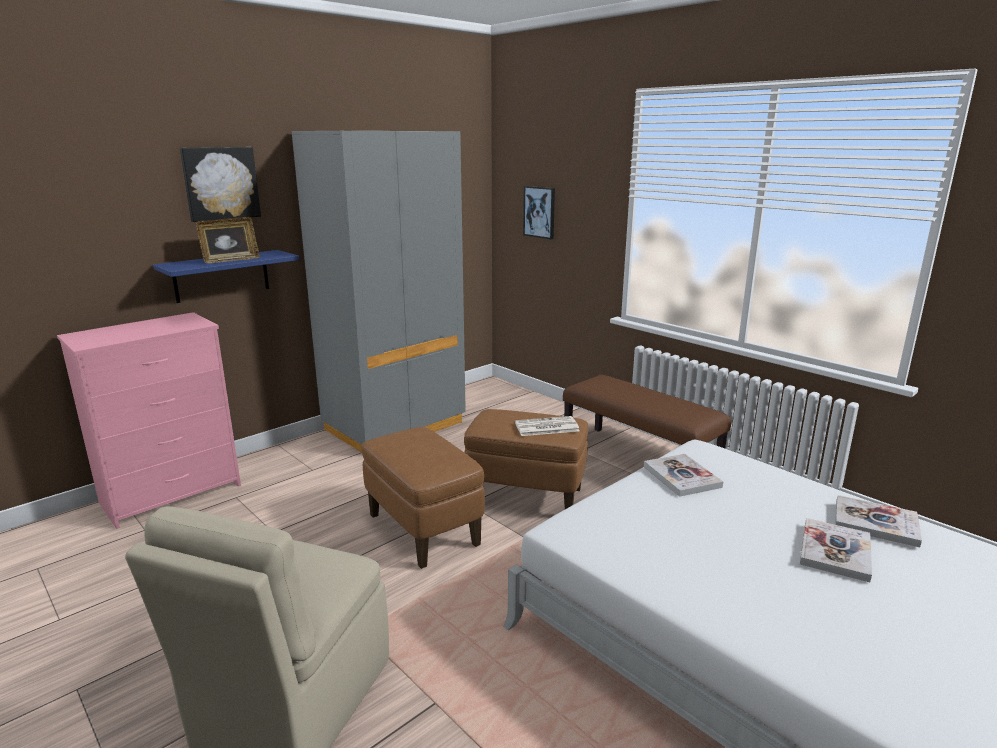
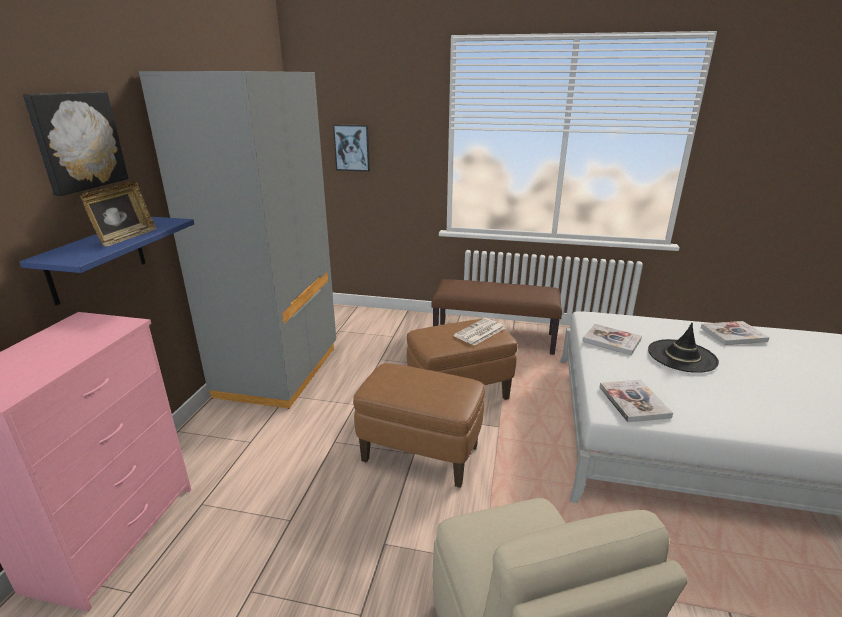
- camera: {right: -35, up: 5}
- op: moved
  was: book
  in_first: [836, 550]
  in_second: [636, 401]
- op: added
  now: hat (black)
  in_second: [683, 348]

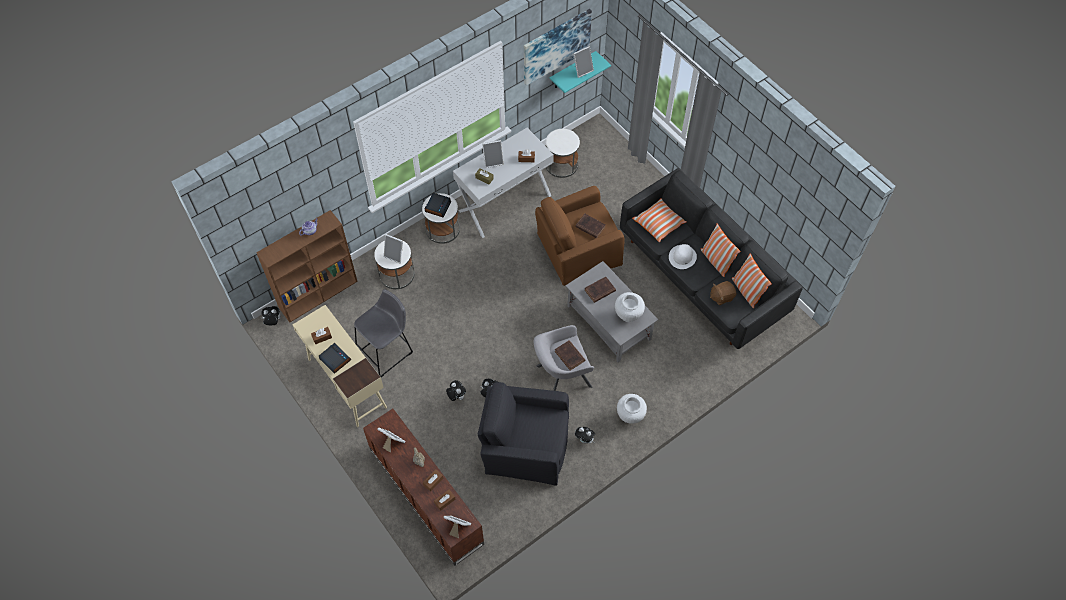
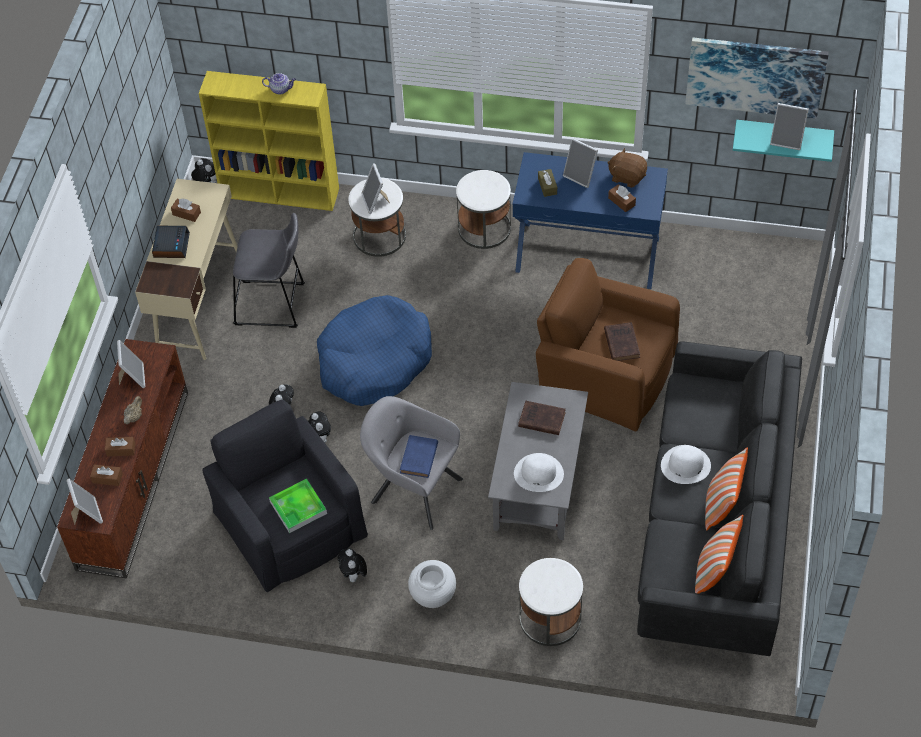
- camera: {right: 50, up: -5}
- op: recoloured
  was: bookcase (brown)
  now: bookcase (yellow)
  in_first: [307, 266]
  in_second: [269, 141]
- op: added
  now: tray
  in_second: [298, 506]
- op: added
  now: dog bed (blue)
  in_second: [374, 350]
- op: recoloured
  was: book (brown)
  now: book (blue)
  in_first: [569, 355]
  in_second: [419, 456]
- op: recoloured
  was: console table (white)
  now: console table (blue)
  in_first: [503, 183]
  in_second: [590, 220]
- op: replaced
  was: vase (white)
  now: hat (white)
  in_first: [630, 307]
  in_second: [539, 472]
- op: moved
  was: side table (white)
  in_first: [563, 153]
  in_second: [551, 602]
- op: moved
  was: plush toy (brown)
  in_first: [723, 293]
  in_second: [627, 168]
- op: removed
  was: alarm clock
  in_first: [438, 205]
- op: removed
  was: pillow
  in_first: [659, 220]

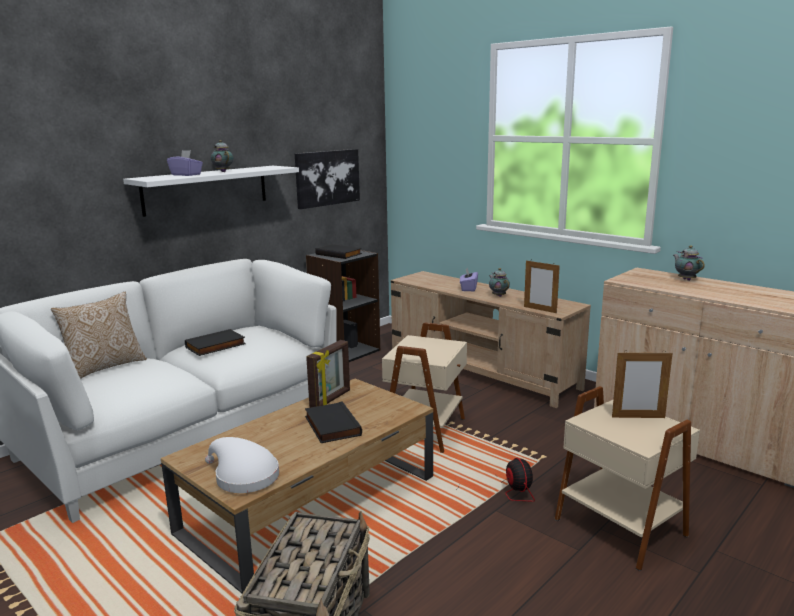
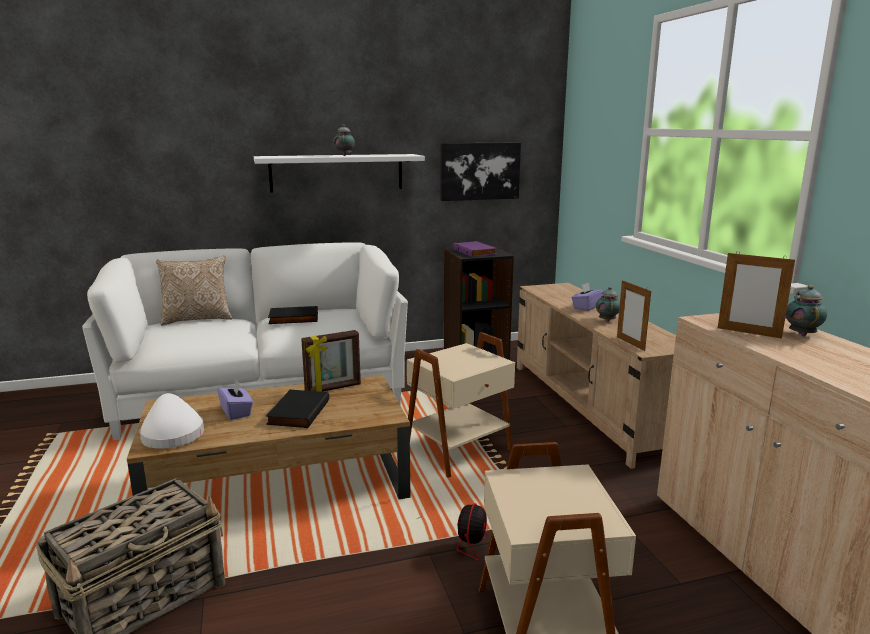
- camera: {right: 30, up: 0}
- op: moved
  was: tissue box (purple)
  in_first: [185, 163]
  in_second: [235, 399]
- op: recoloured
  was: book (black)
  now: book (purple)
  in_first: [338, 251]
  in_second: [474, 249]
- op: moved
  was: picture frame
  in_first: [642, 384]
  in_second: [756, 294]

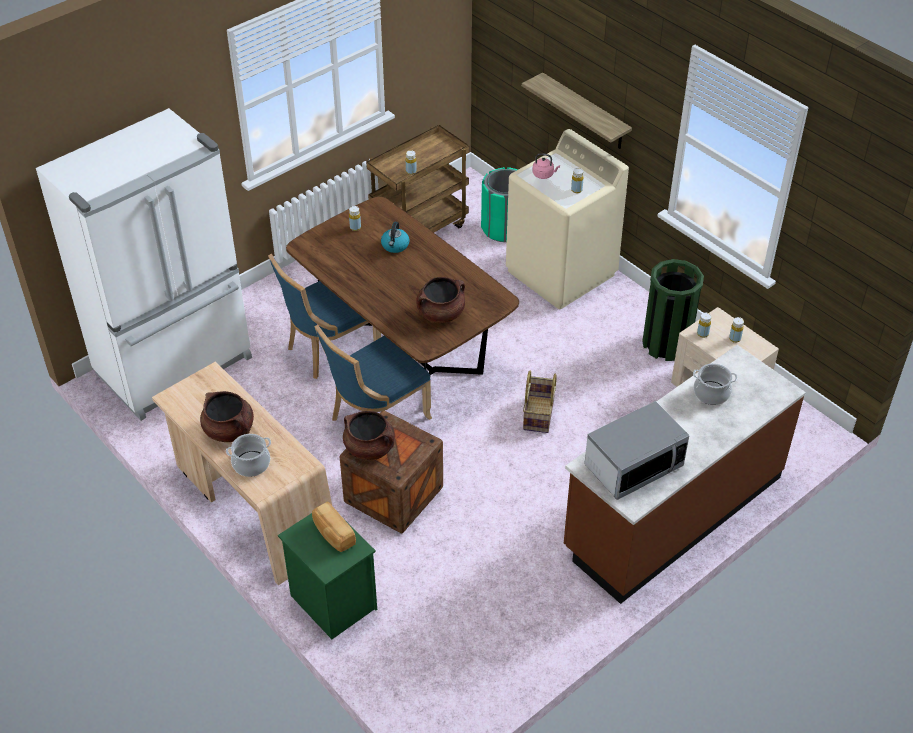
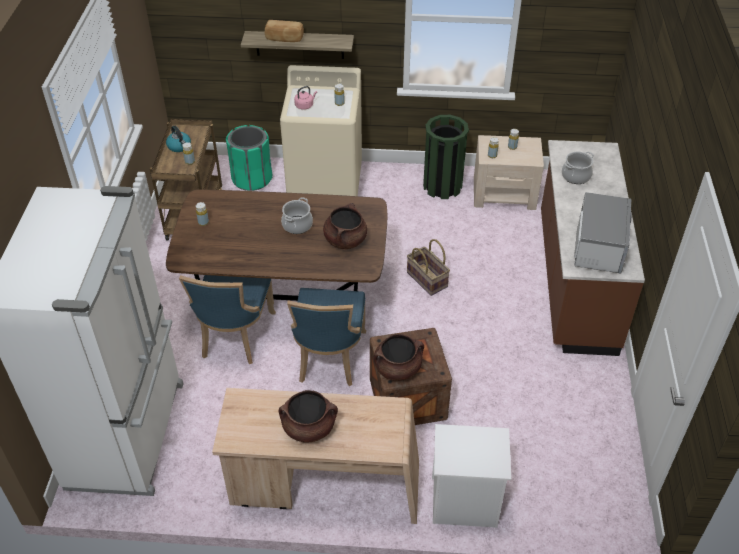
- camera: {right: -45, up: 0}
- op: moved
  was: kettle
  in_first: [395, 237]
  in_second: [178, 139]
- op: moved
  was: bread
  in_first: [334, 526]
  in_second: [284, 31]
- op: moved
  was: cooking pot
  in_first: [248, 455]
  in_second: [297, 215]
- op: recoloured
  was: nightstand (green)
  now: nightstand (white)
  in_first: [327, 576]
  in_second: [471, 476]

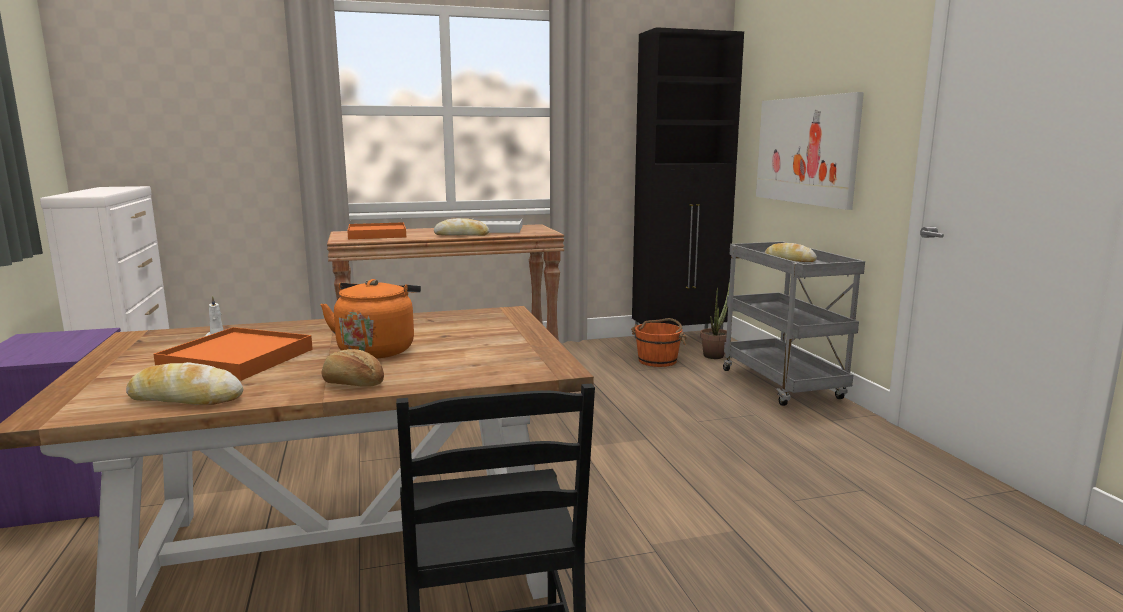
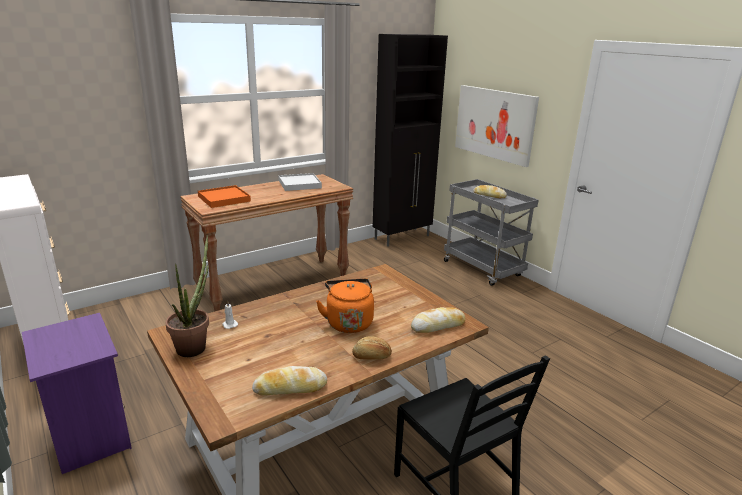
- camera: {right: -20, up: 10}
- op: moved
  was: potted plant
  in_first: [715, 319]
  in_second: [187, 296]
- op: moved
  was: bread
  in_first: [461, 227]
  in_second: [438, 320]
- op: removed
  was: tray (orange)
  in_first: [233, 354]
- op: removed
  was: bucket (orange)
  in_first: [659, 342]

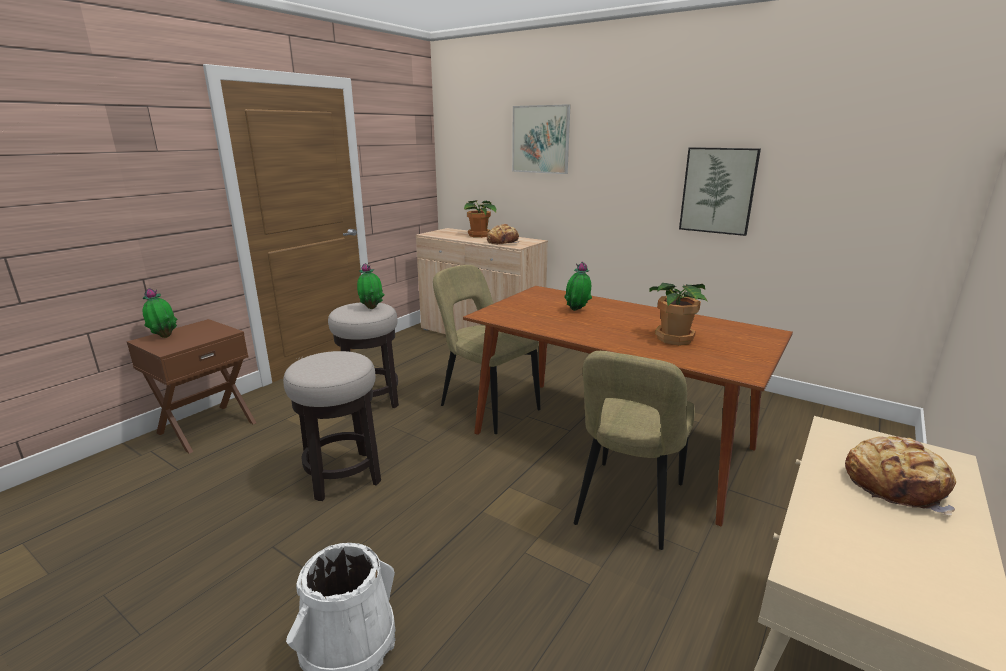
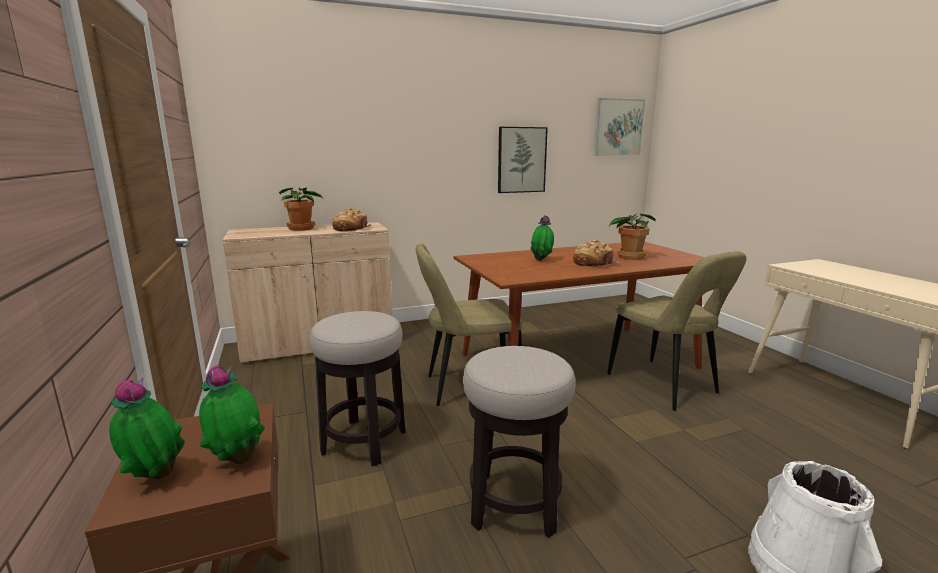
- camera: {right: -55, up: -5}
- op: moved
  was: potted plant
  in_first: [370, 286]
  in_second: [232, 414]
- op: moved
  was: bread
  in_first: [900, 476]
  in_second: [596, 254]
- op: moved
  was: picture
  in_first: [541, 139]
  in_second: [619, 127]

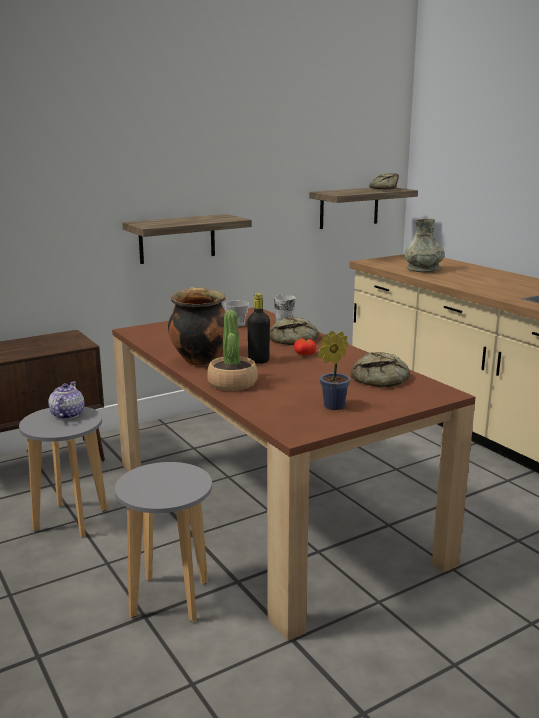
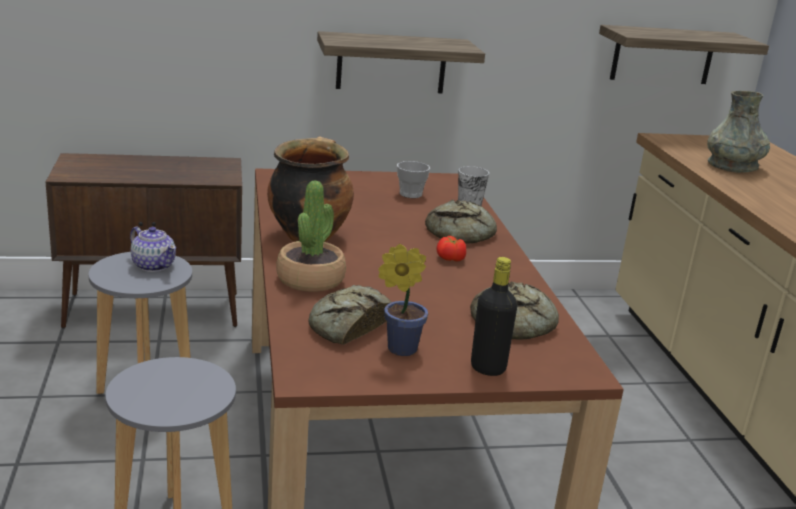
- camera: {right: 20, up: 5}
- op: turned
  was: teapot
  in_first: [66, 400]
  in_second: [153, 249]
  clockwise: 105
- op: moved
  was: bread
  in_first: [384, 181]
  in_second: [350, 315]
- op: moved
  was: bottle (black)
  in_first: [258, 328]
  in_second: [494, 316]

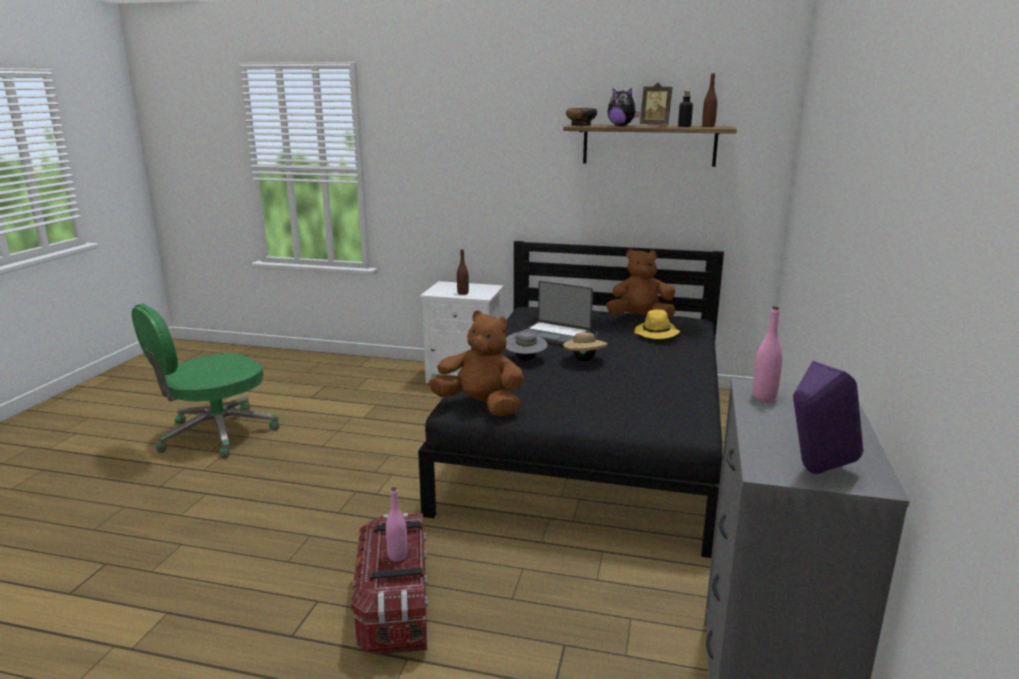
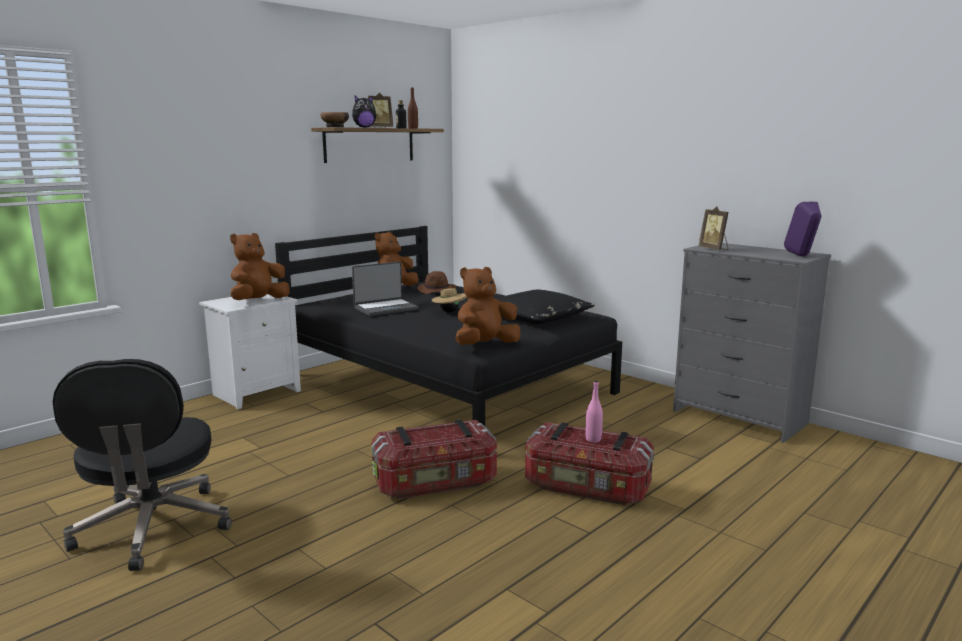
- camera: {right: -60, up: -5}
- op: recoloured
  was: office chair (green)
  now: office chair (black)
  in_first: [205, 380]
  in_second: [142, 465]
- op: replaced
  was: bottle (brown)
  now: plush toy (brown)
  in_first: [463, 272]
  in_second: [260, 266]
- op: added
  now: storage box
  in_second: [434, 459]
- op: recoloured
  was: hat (yellow)
  now: hat (brown)
  in_first: [657, 324]
  in_second: [436, 282]
- op: added
  now: pillow (black)
  in_second: [545, 307]
- op: replaced
  was: bottle (pink)
  now: picture frame
  in_first: [767, 353]
  in_second: [714, 228]
- op: removed
  was: hat (grey)
  in_first: [526, 345]

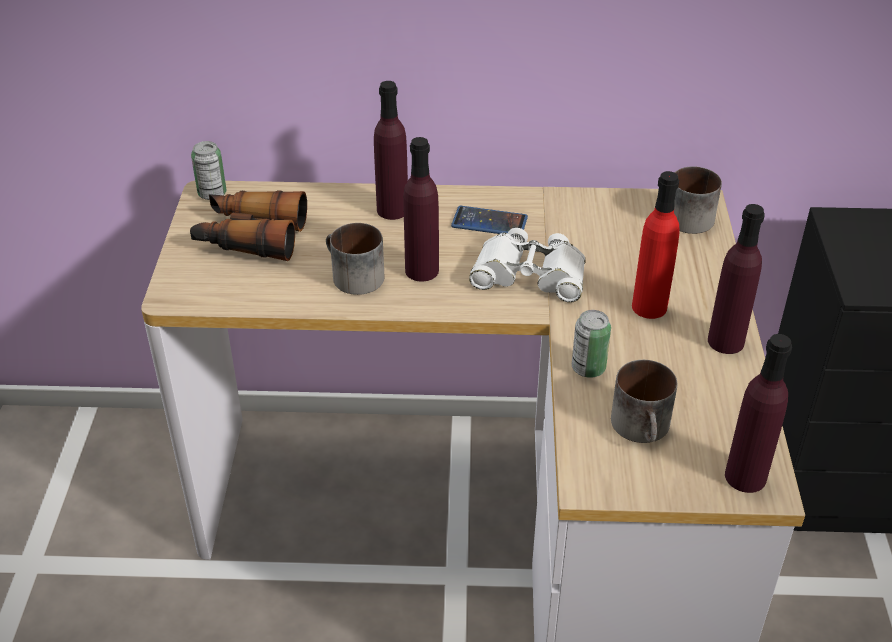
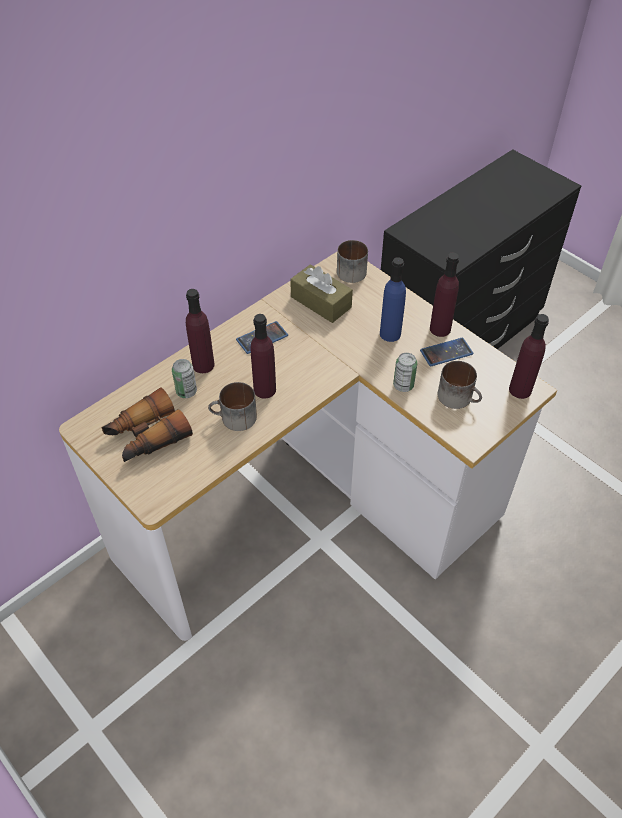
- camera: {right: -45, up: 10}
- op: moved
  was: can
  in_first: [208, 170]
  in_second: [184, 378]
- op: added
  now: tissue box (brown)
  in_second: [321, 293]
- op: recoloured
  was: bottle (red)
  now: bottle (blue)
  in_first: [656, 245]
  in_second: [393, 299]
- op: added
  now: phone
  in_second: [446, 352]
- op: removed
  was: binoculars (white)
  in_first: [527, 265]

